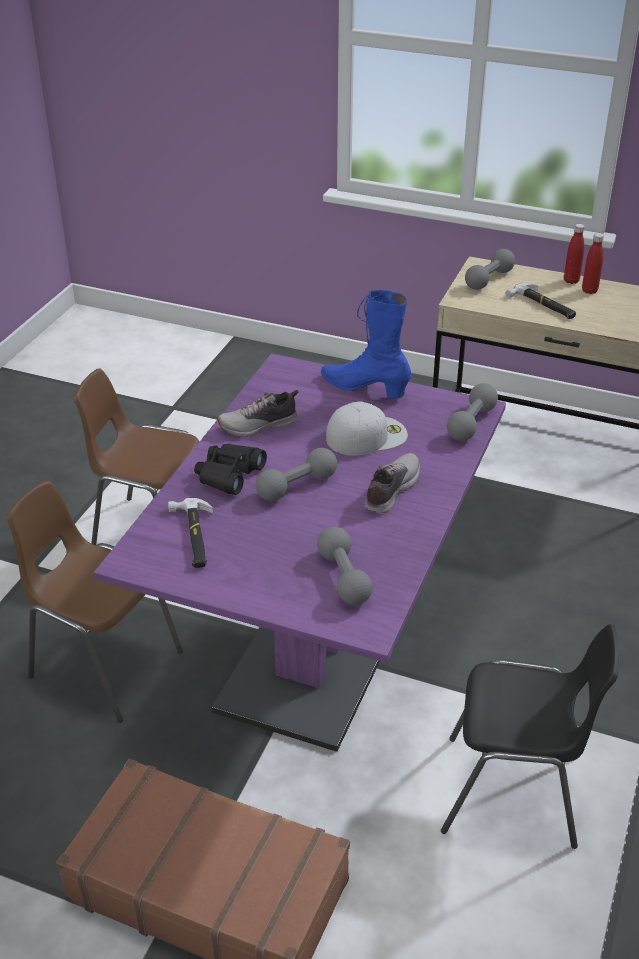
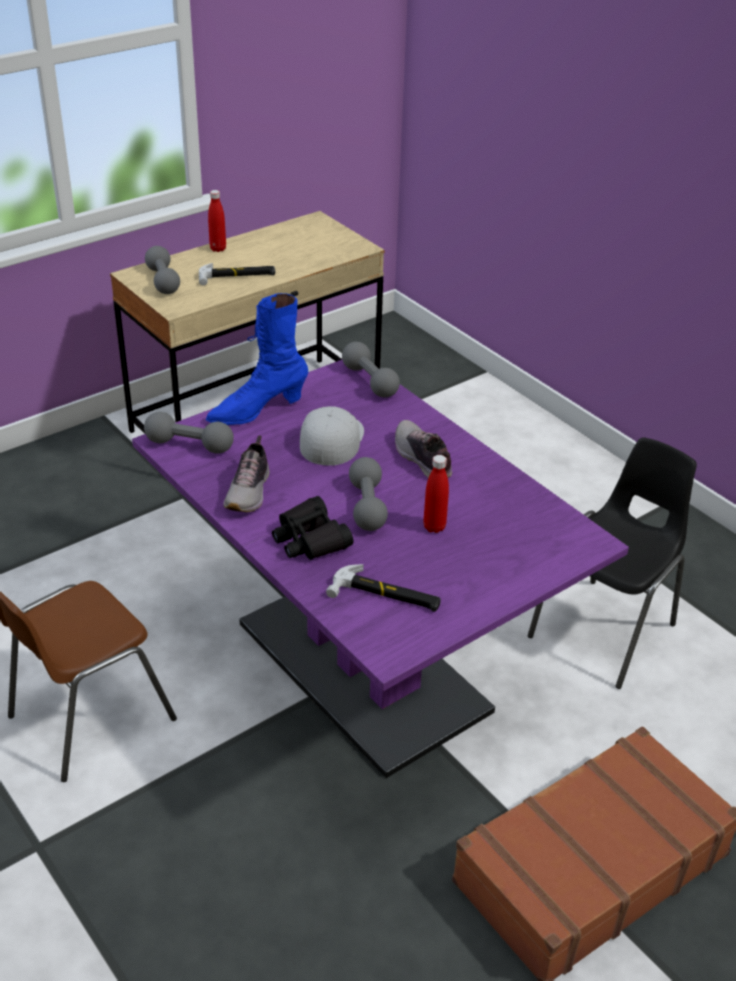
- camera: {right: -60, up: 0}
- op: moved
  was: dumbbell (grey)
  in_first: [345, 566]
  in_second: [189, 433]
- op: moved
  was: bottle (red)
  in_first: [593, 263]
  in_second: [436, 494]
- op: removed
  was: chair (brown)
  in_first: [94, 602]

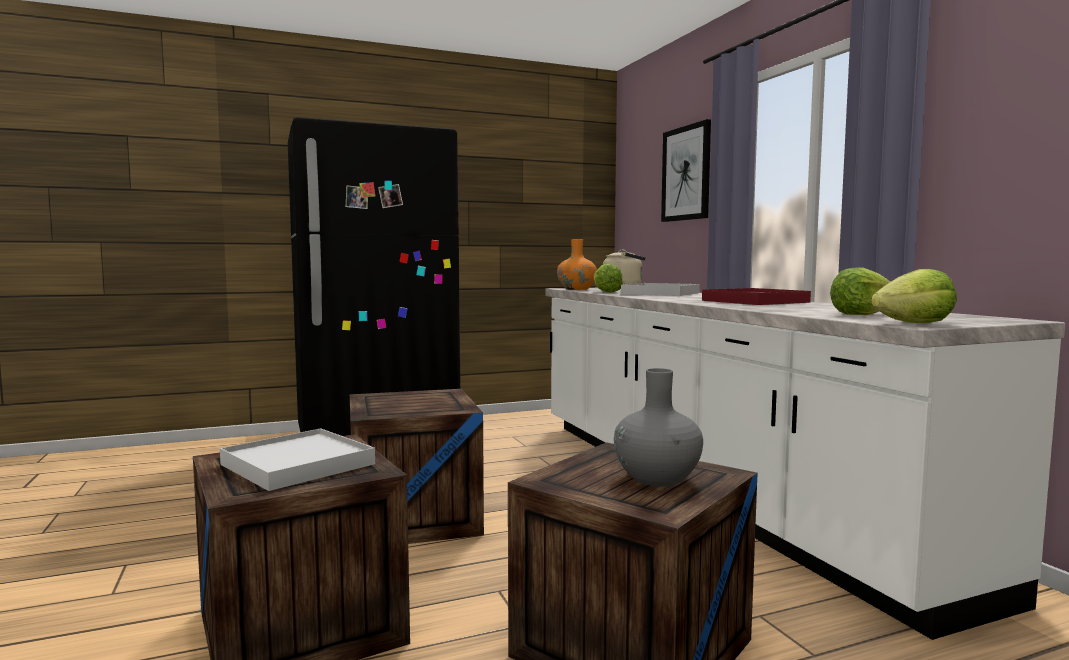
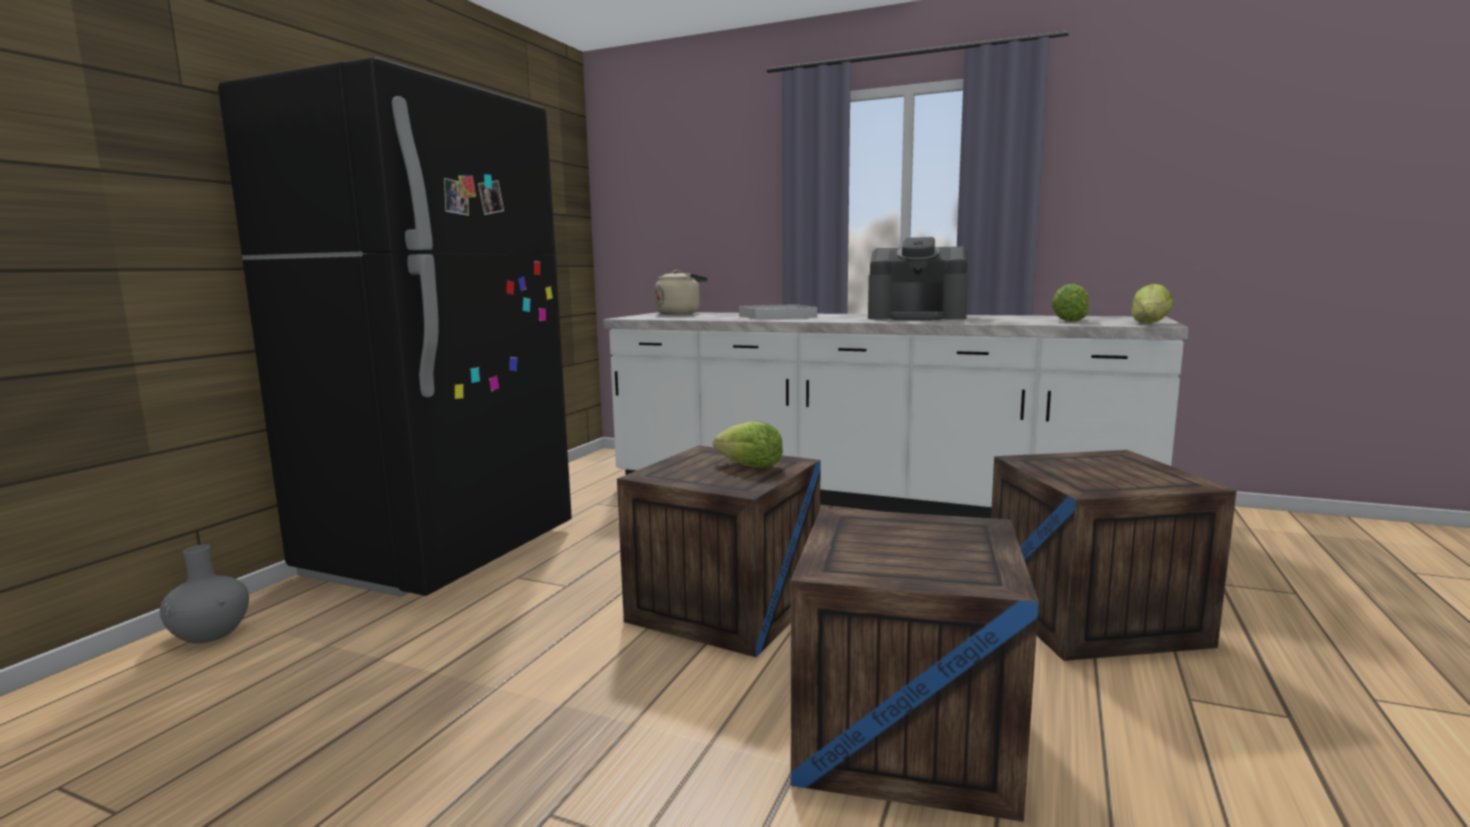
- camera: {right: -45, up: 5}
- op: moved
  was: vase (grey)
  in_first: [658, 427]
  in_second: [204, 594]
- op: moved
  was: lettuce
  in_first: [608, 278]
  in_second: [748, 444]
- op: replaced
  was: tray (red)
  now: coffee machine
  in_first: [756, 296]
  in_second: [918, 278]
- op: removed
  was: tray (white)
  in_first: [297, 459]
- op: removed
  was: vase (orange)
  in_first: [577, 264]
- op: removed
  was: picture
  in_first: [686, 170]

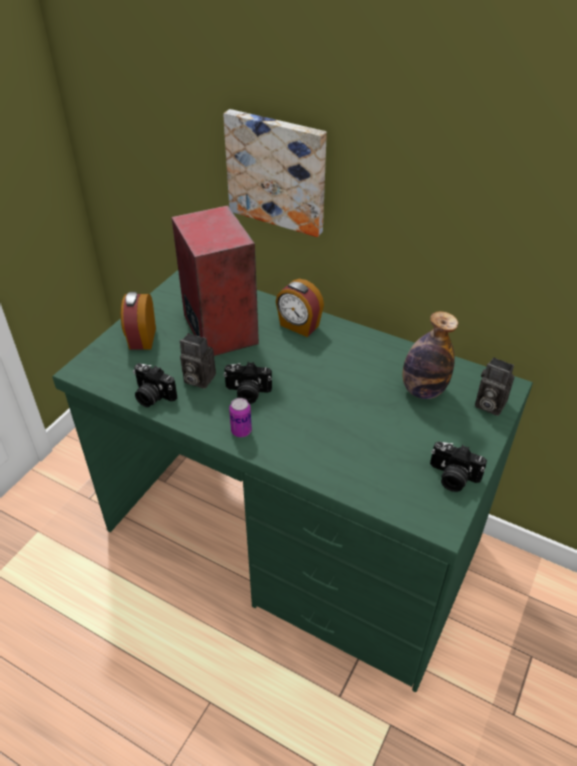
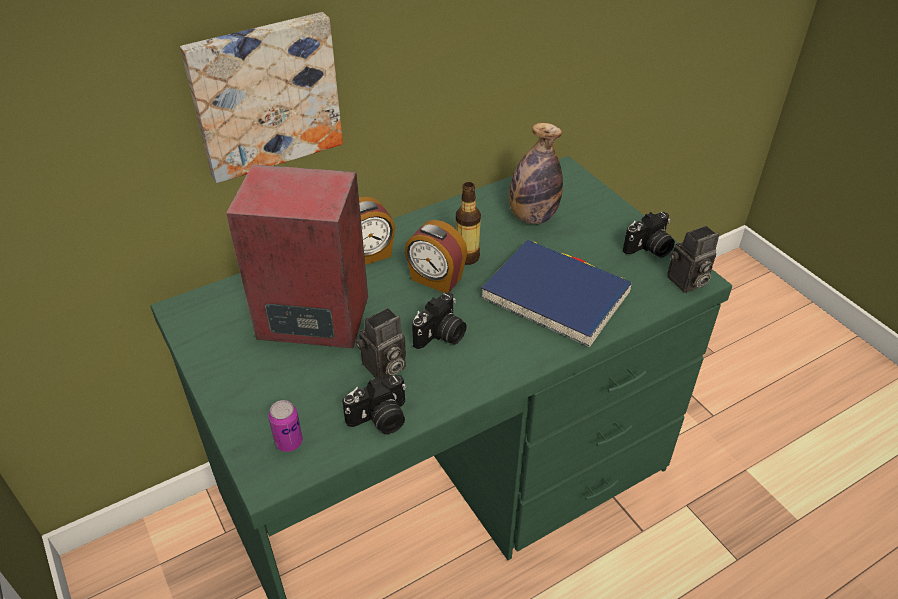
- camera: {right: -60, up: 0}
- op: moved
  was: can
  in_first: [240, 417]
  in_second: [285, 426]
- op: moved
  was: alarm clock
  in_first: [138, 321]
  in_second: [436, 256]
- op: added
  now: bottle
  in_second: [468, 223]
- op: added
  now: book (blue)
  in_second: [556, 293]
- op: moved
  was: photo camera
  in_first: [494, 386]
  in_second: [693, 259]

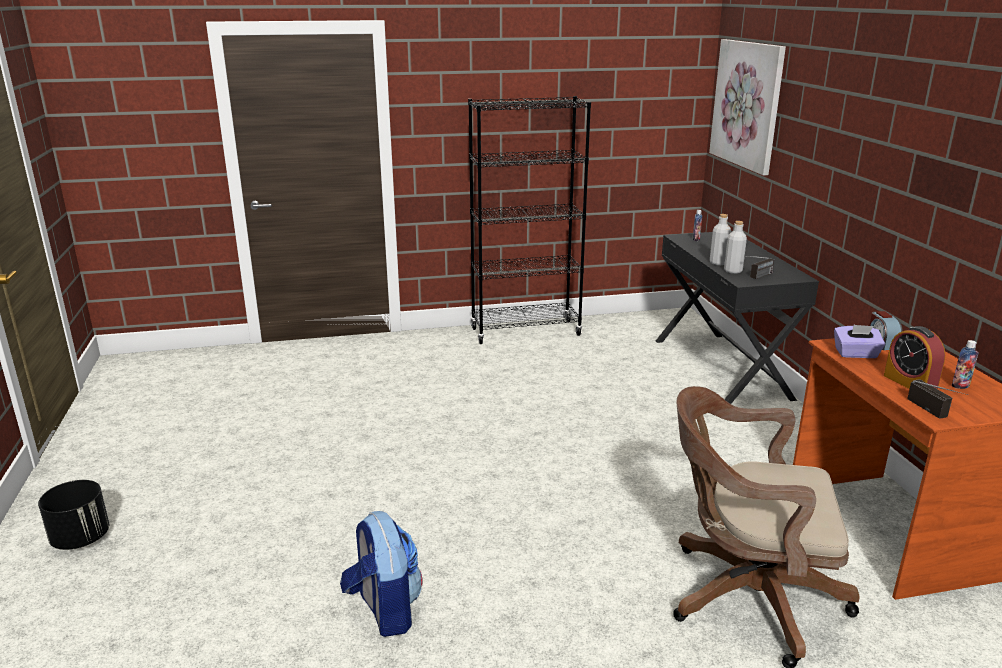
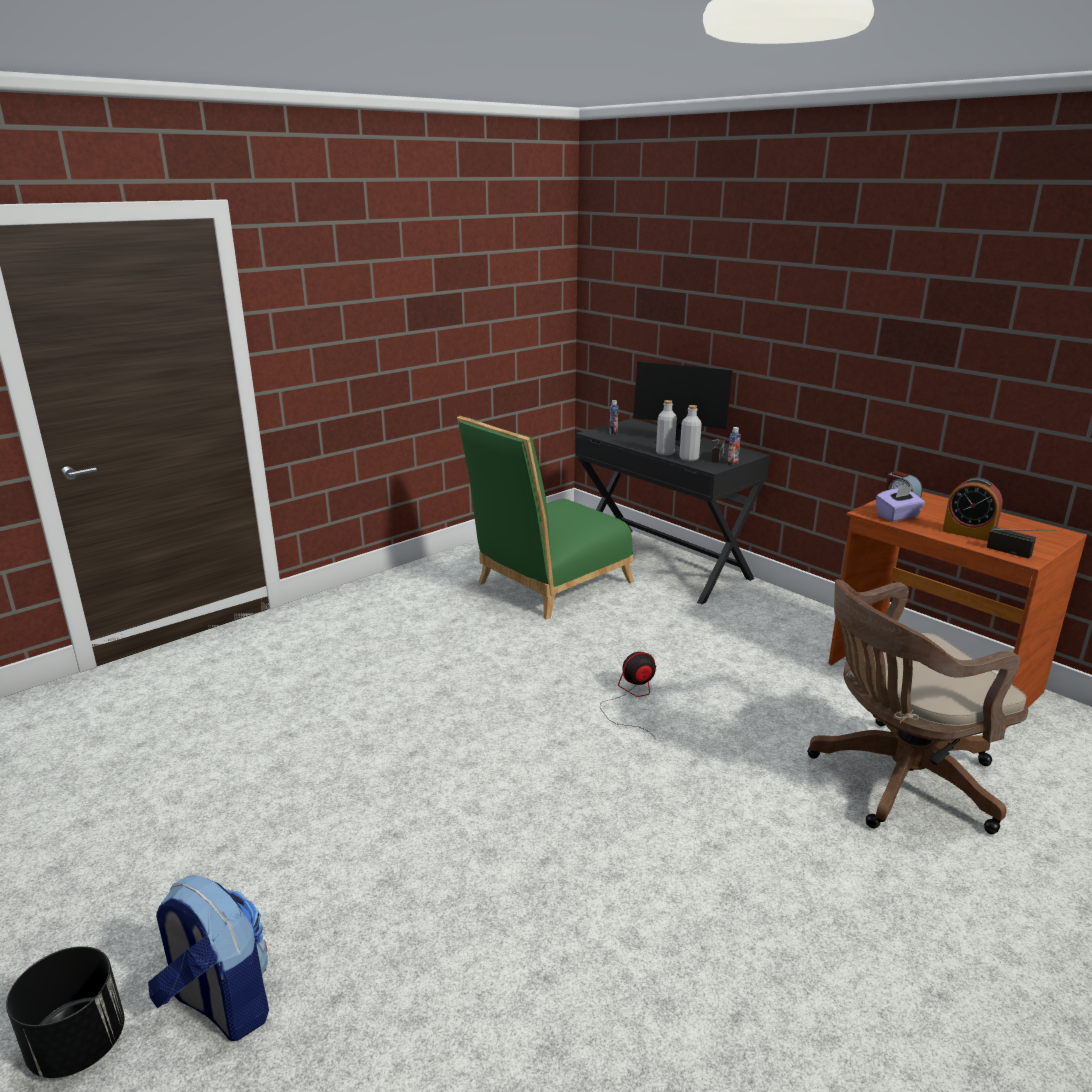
- camera: {right: -30, up: 0}
- op: moved
  was: backpack
  in_first: [381, 574]
  in_second: [208, 958]
- op: added
  now: chair (green)
  in_second: [545, 518]
- op: added
  now: fan
  in_second: [628, 695]
- op: added
  now: monitor
  in_second: [683, 404]
- op: moved
  was: bottle
  in_first: [965, 364]
  in_second: [734, 446]
- op: removed
  was: bookcase (black)
  in_first: [529, 220]
- op: removed
  was: picture
  in_first: [747, 107]

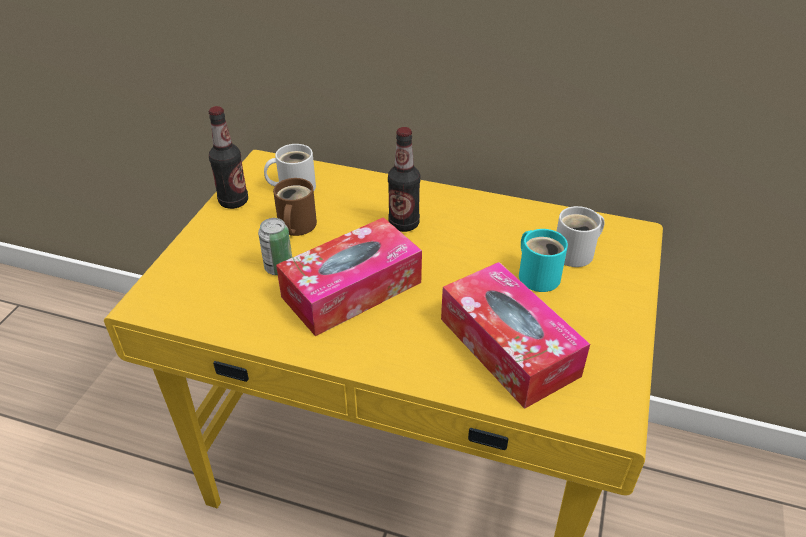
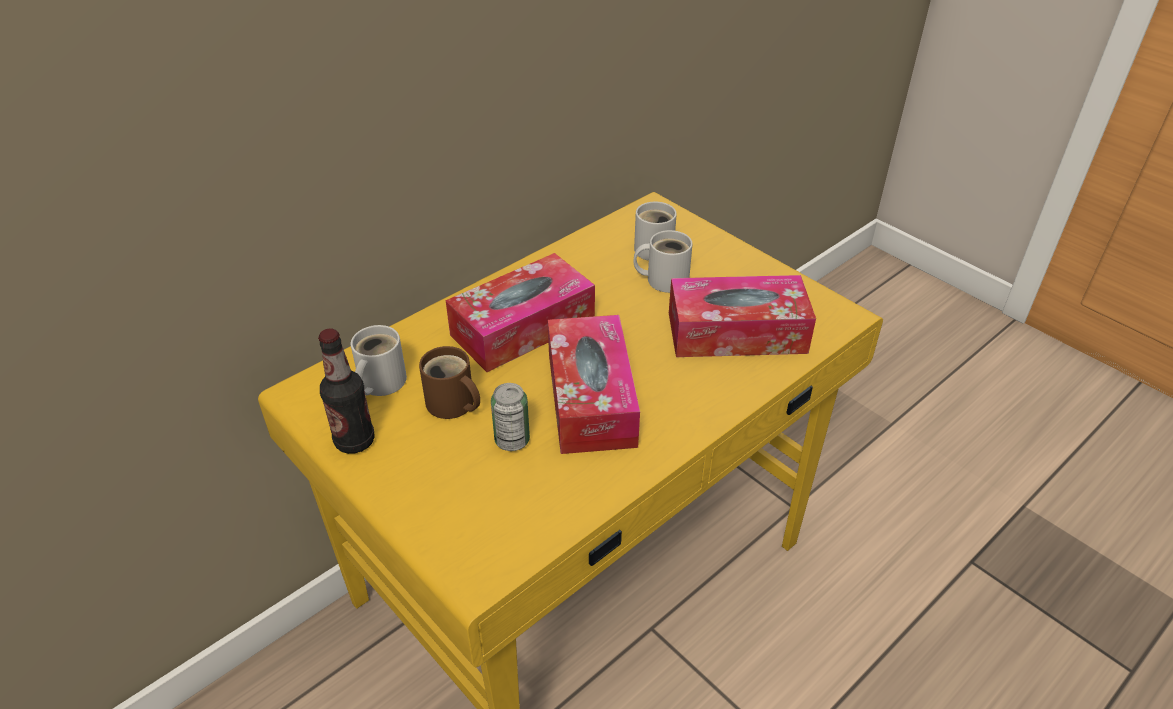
- camera: {right: -60, up: 0}
- op: replaced
  was: bottle
  now: tissue box
  in_first: [404, 179]
  in_second: [520, 312]
- op: recoloured
  was: mug (turquoise)
  now: mug (white)
  in_first: [543, 260]
  in_second: [663, 261]

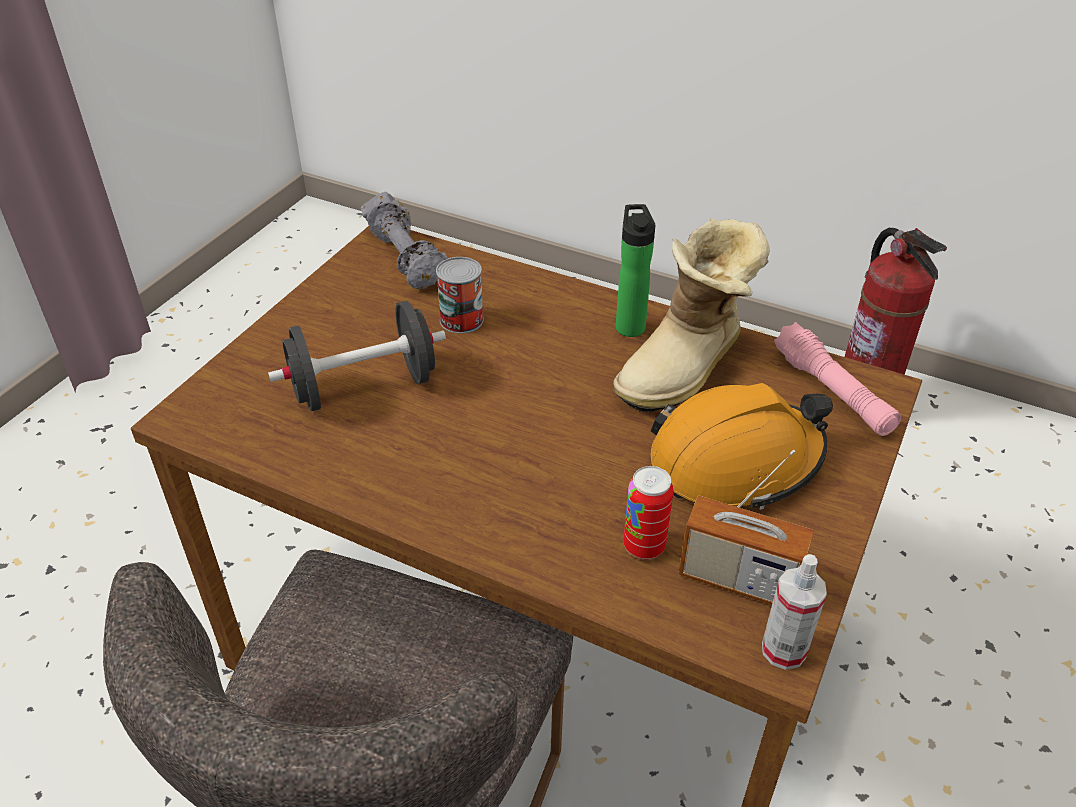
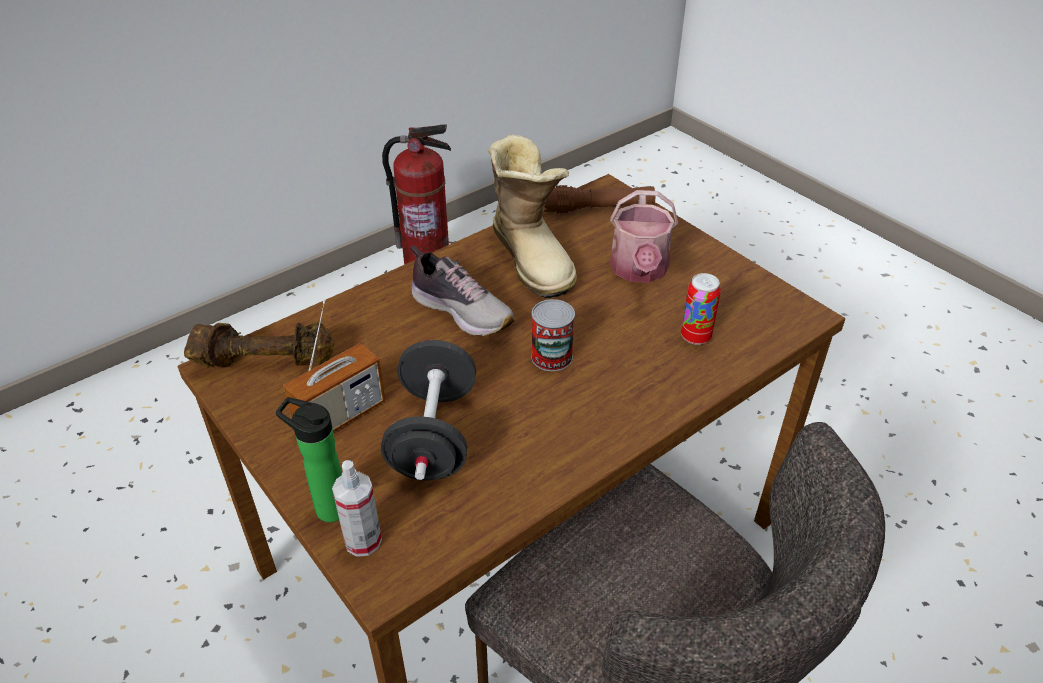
- camera: {right: -65, up: 0}
- op: recoloured
  was: dumbbell (grey)
  now: dumbbell (brown)
  in_first: [404, 240]
  in_second: [259, 344]
- op: moved
  was: bottle
  in_first: [635, 270]
  in_second: [309, 459]
- op: moved
  was: radio
  in_first: [746, 527]
  in_second: [334, 366]
- op: moved
  was: spray bottle
  in_first: [794, 612]
  in_second: [357, 508]
- op: added
  now: shoe
  in_second: [462, 290]
- op: moved
  was: can
  in_first: [460, 295]
  in_second: [553, 335]
- op: recoloured
  was: flashlight (pink)
  now: flashlight (brown)
  in_first: [837, 379]
  in_second: [600, 199]
- op: replaced
  was: hard hat (orange)
  now: watering can
  in_first: [742, 446]
  in_second: [644, 236]

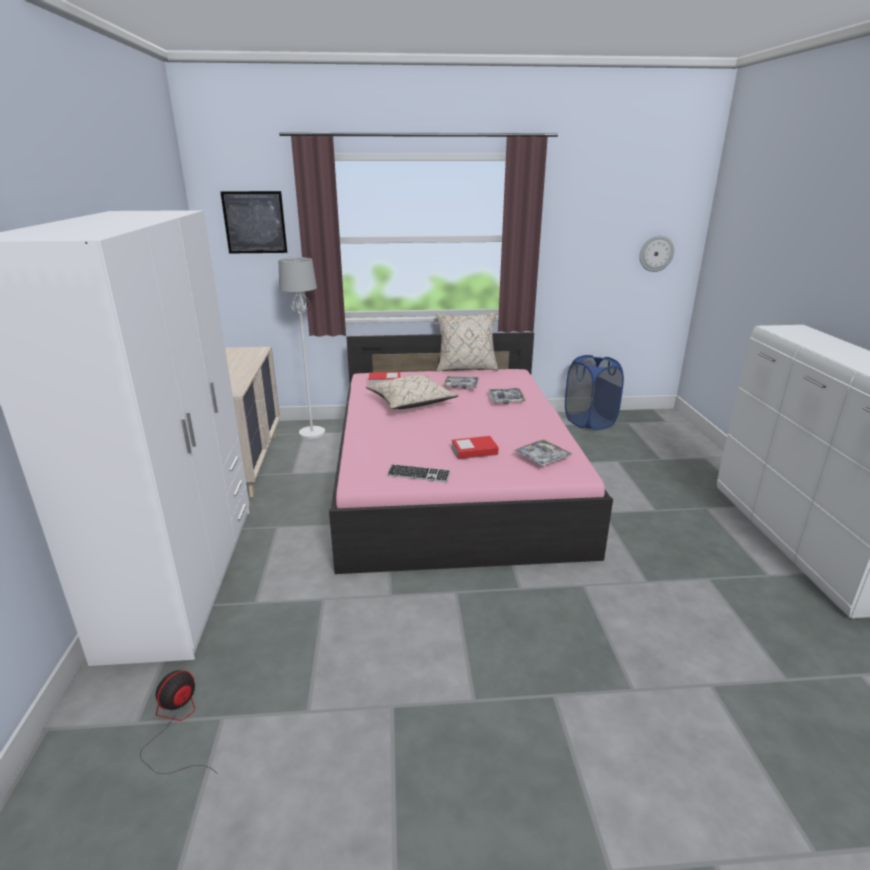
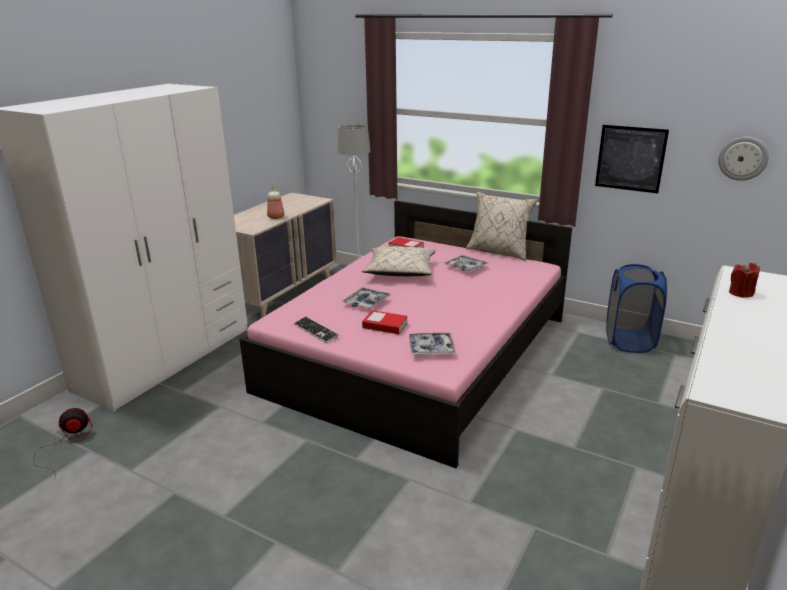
- camera: {right: 35, up: 0}
- op: added
  now: bottle
  in_second: [275, 201]
- op: moved
  was: tray
  in_first: [507, 396]
  in_second: [366, 298]
- op: moved
  was: picture
  in_first: [253, 222]
  in_second: [632, 159]
- op: added
  now: candle (red)
  in_second: [744, 280]

